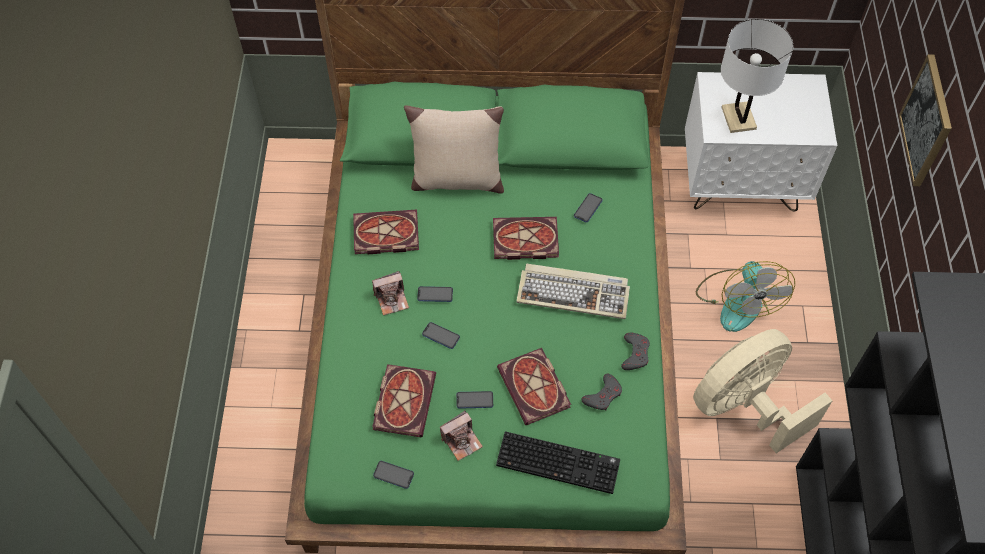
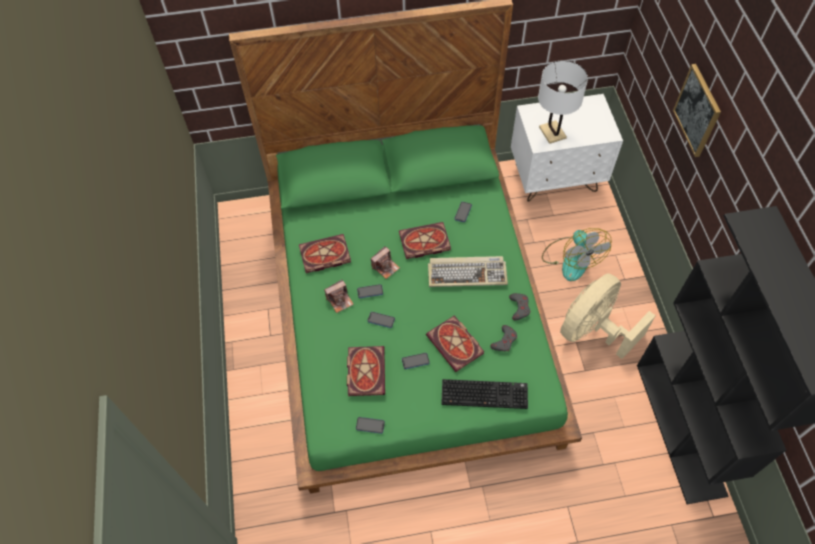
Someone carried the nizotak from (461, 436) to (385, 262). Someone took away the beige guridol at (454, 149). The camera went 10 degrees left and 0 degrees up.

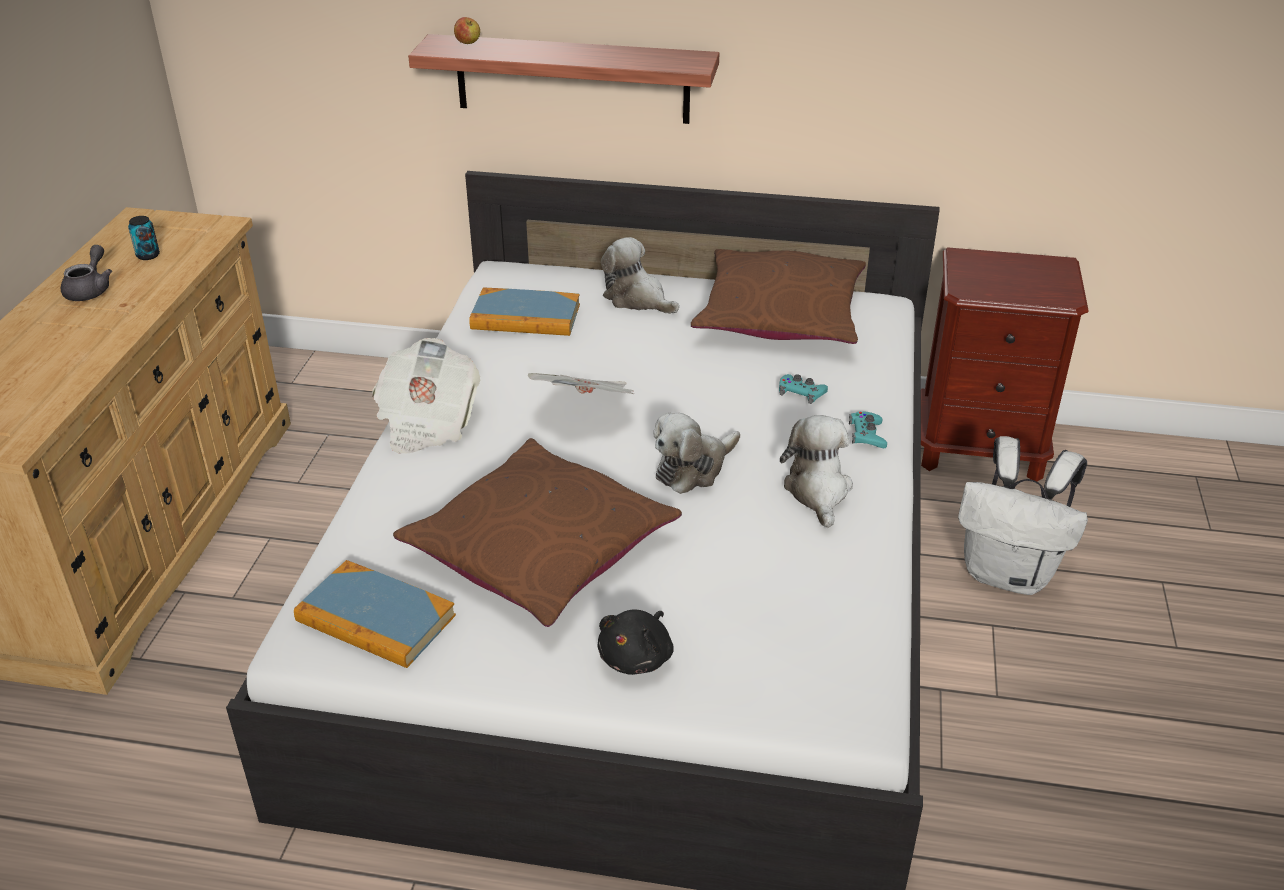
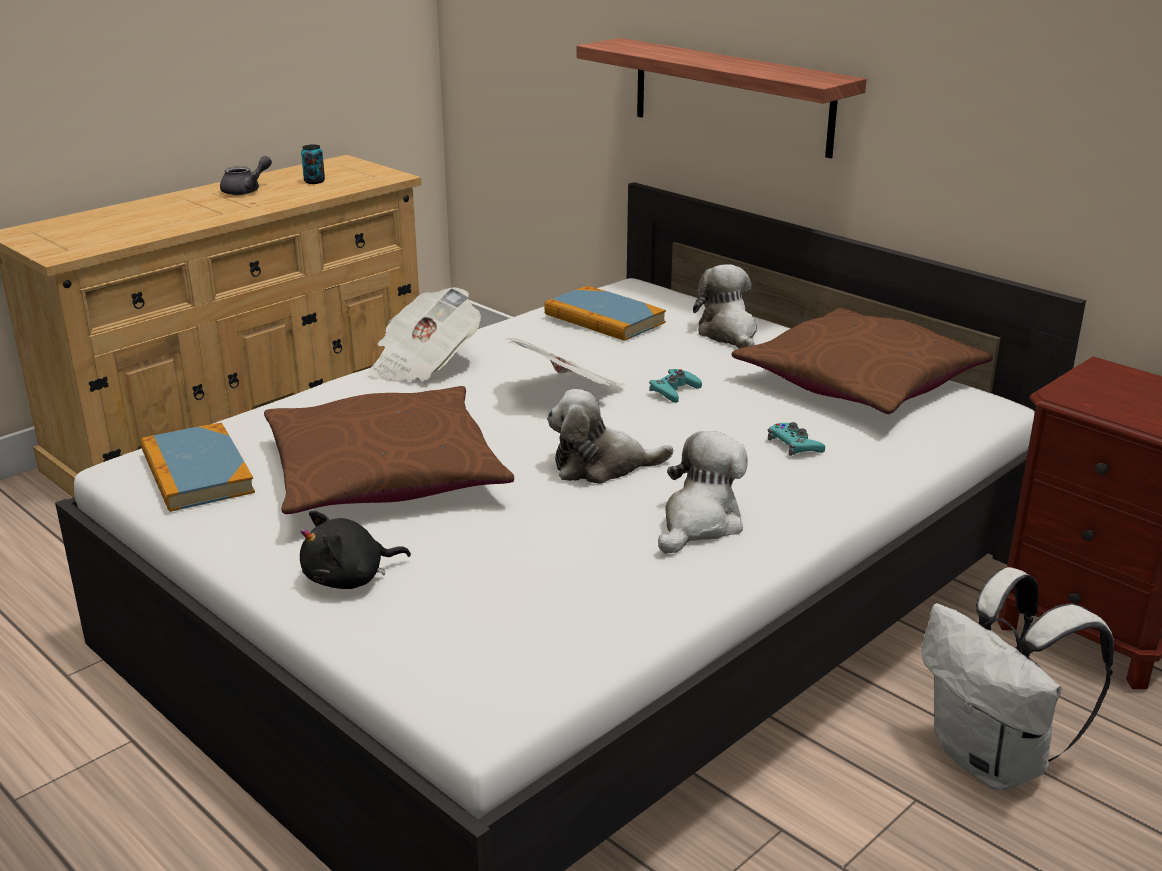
Someone carried the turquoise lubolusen from (868, 430) to (675, 386). Someone took away the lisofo at (467, 30). The camera went 35 degrees right and 10 degrees down.

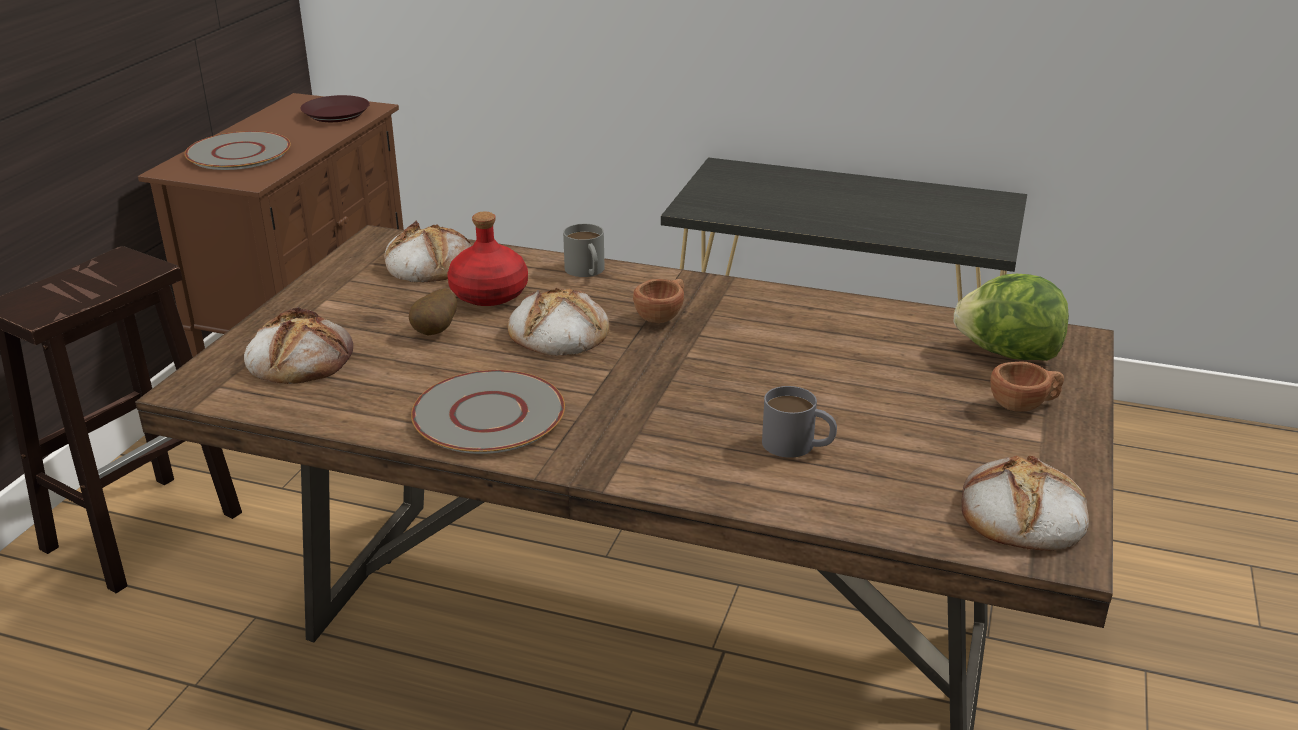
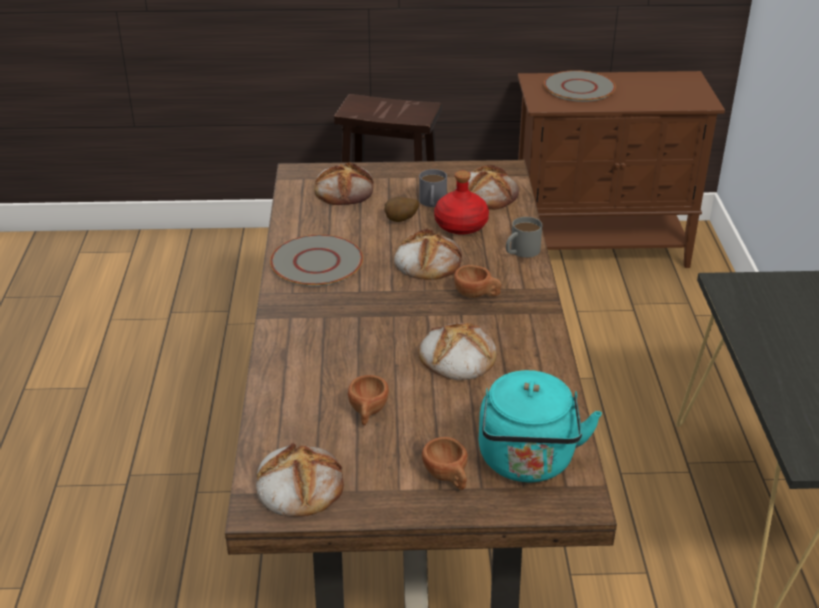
Someone put down the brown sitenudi at (368, 400). Someone carried the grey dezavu from (799, 422) to (433, 188). Someone put down the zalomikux at (458, 351). Someone swapped the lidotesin at (1011, 317) for the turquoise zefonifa at (540, 426). Someone took away the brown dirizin at (335, 108). The camera went 70 degrees right and 5 degrees up.

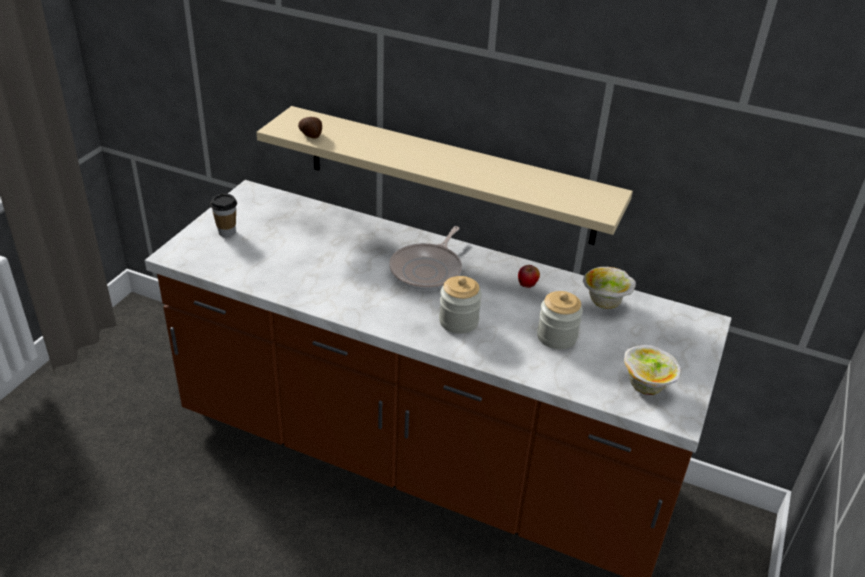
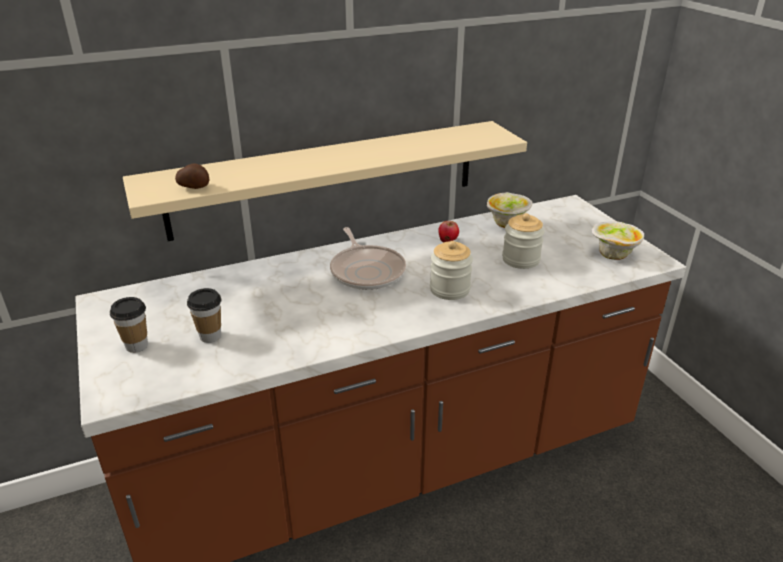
Someone put down the sitenudi at (204, 315). The camera went 45 degrees left and 5 degrees down.

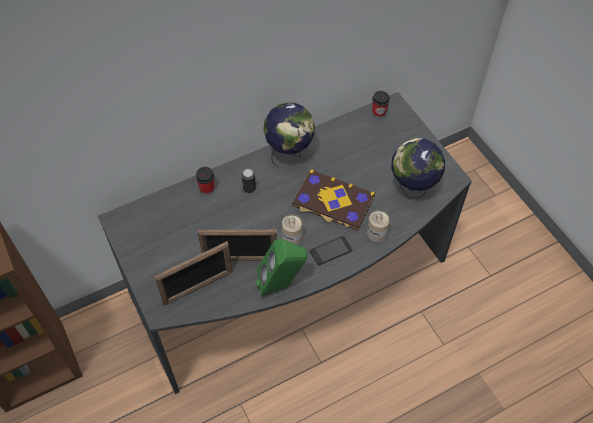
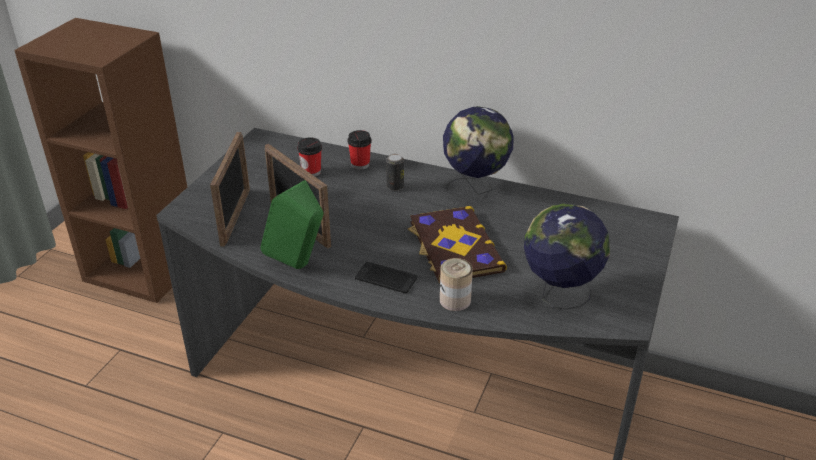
Someone rotated the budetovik at (193, 273) by 105 degrees counterclockwise. Someone carried the sitenudi from (381, 104) to (309, 157). Someone took away the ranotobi at (292, 229). The camera went 50 degrees right and 20 degrees down.

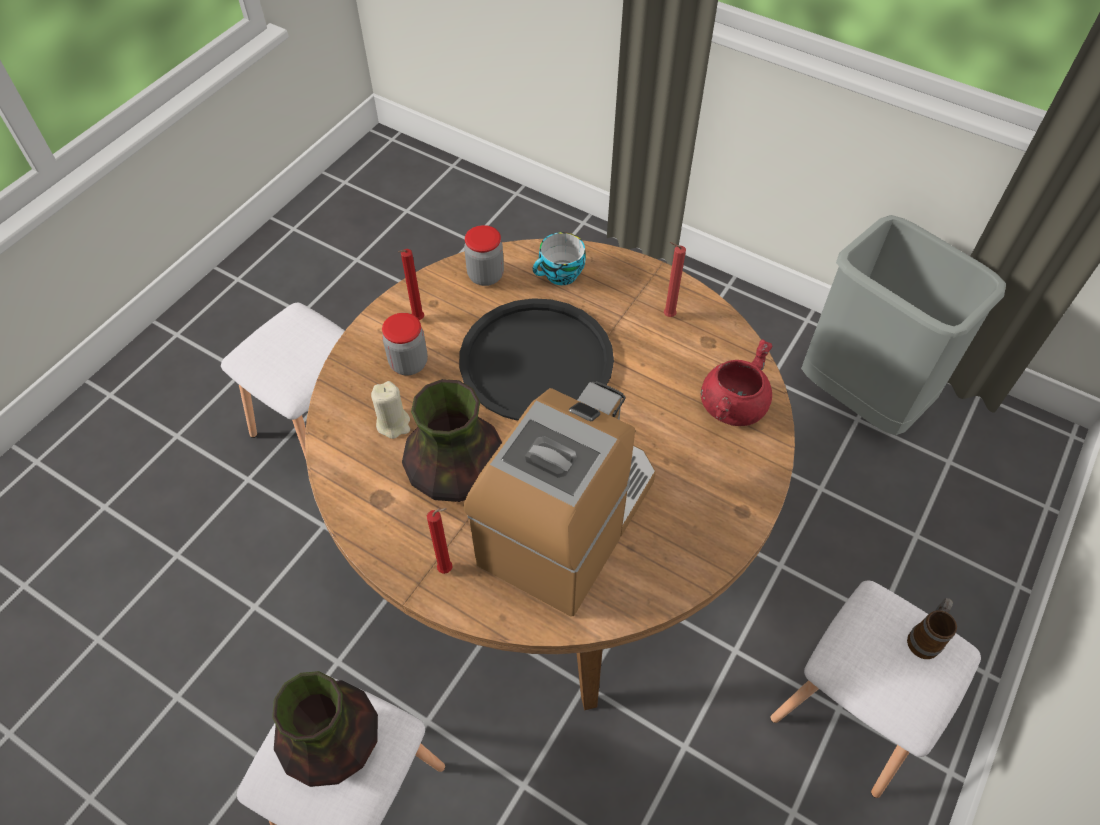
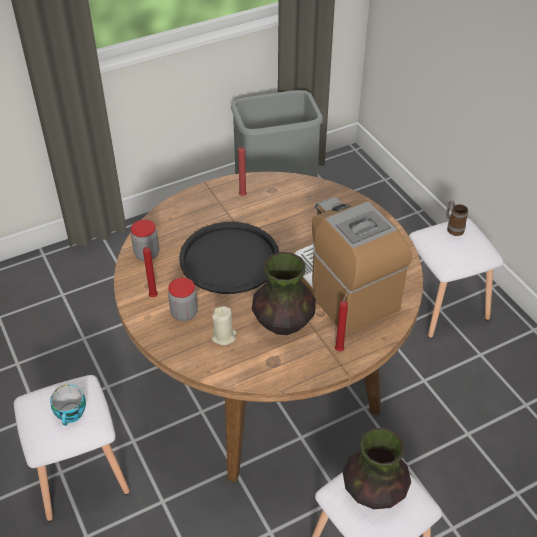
Someone carried the sitenudi from (559, 258) to (68, 405). Someone took away the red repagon at (737, 382). The camera went 60 degrees left and 10 degrees down.

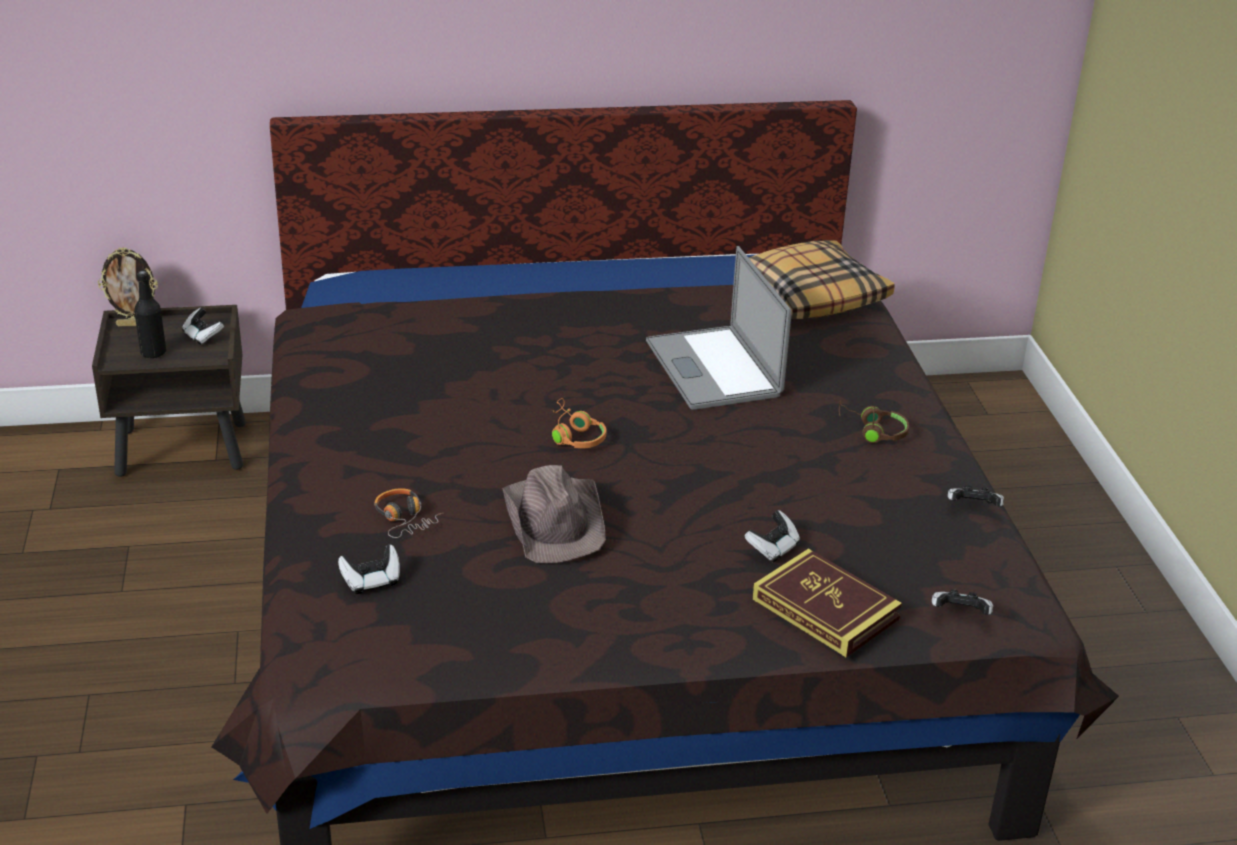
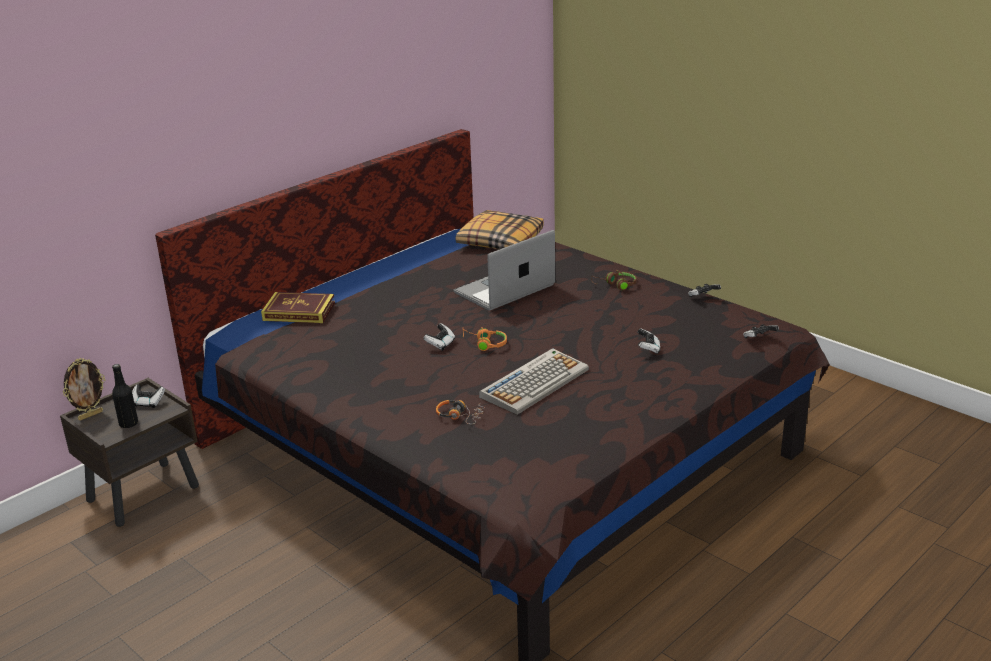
Someone carried the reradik from (827, 603) to (298, 307). Someone carried the lubolusen from (369, 569) to (439, 337). Someone rotated the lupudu at (719, 328) by 105 degrees clockwise. Someone swapped the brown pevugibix at (554, 514) for the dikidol at (534, 381). The camera went 35 degrees left and 5 degrees down.

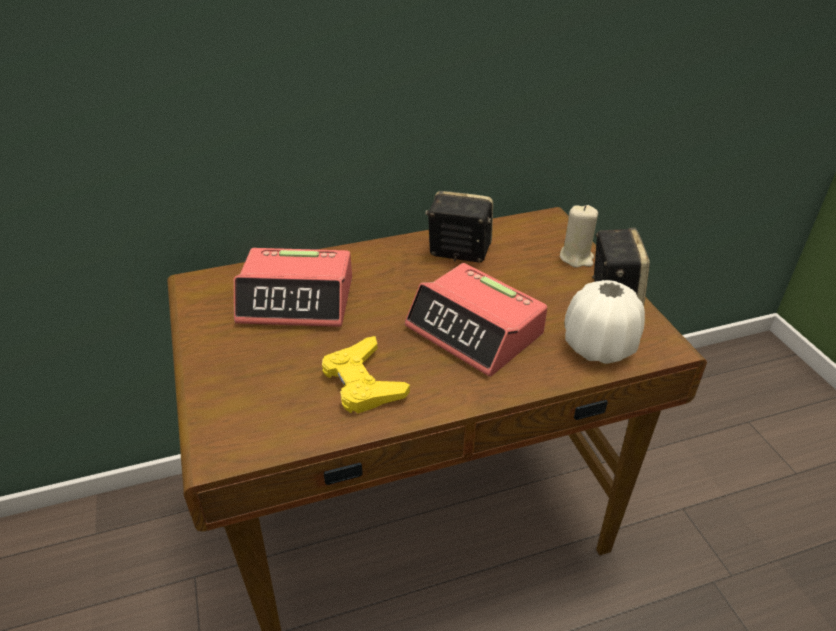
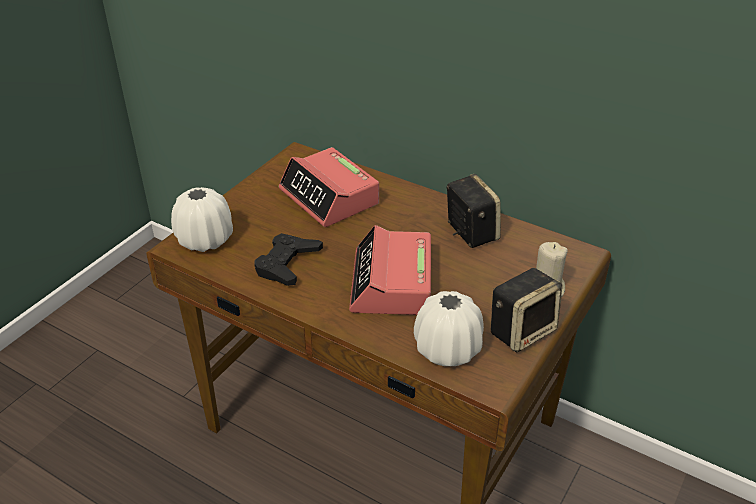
Someone put down the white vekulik at (202, 219). Someone repainted the yellow lubolusen at (366, 374), which became the black lubolusen at (288, 259). The camera went 50 degrees right and 0 degrees up.

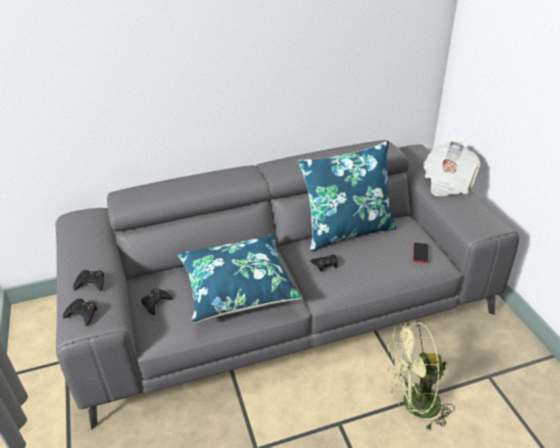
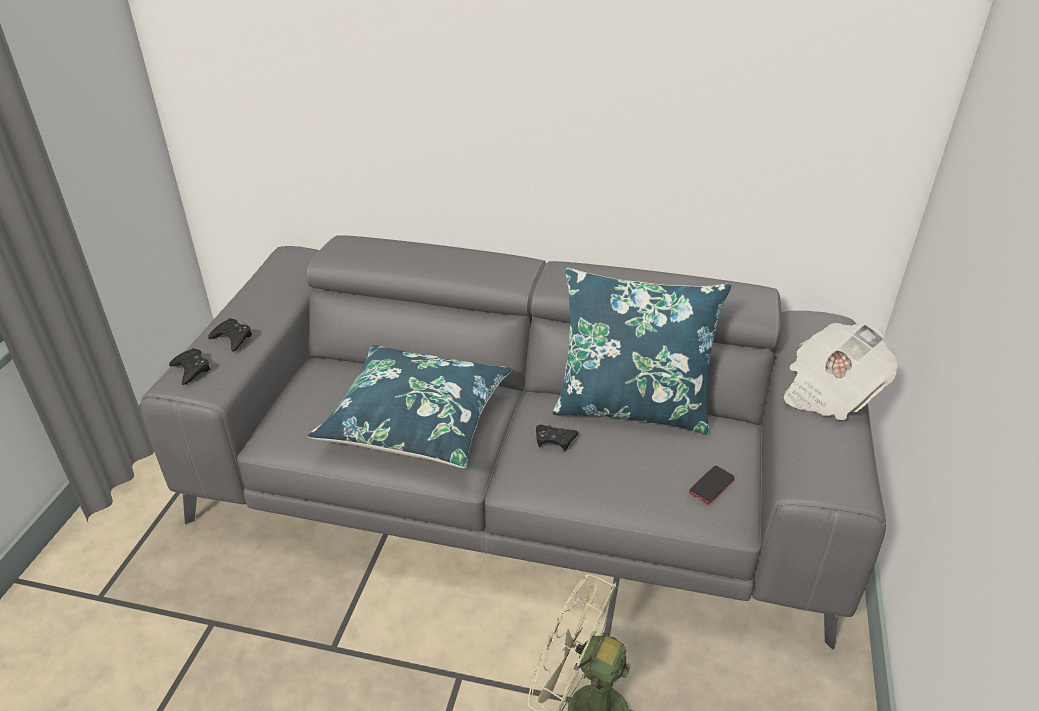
Someone took away the black lubolusen at (157, 302). The camera went 30 degrees right and 0 degrees up.

